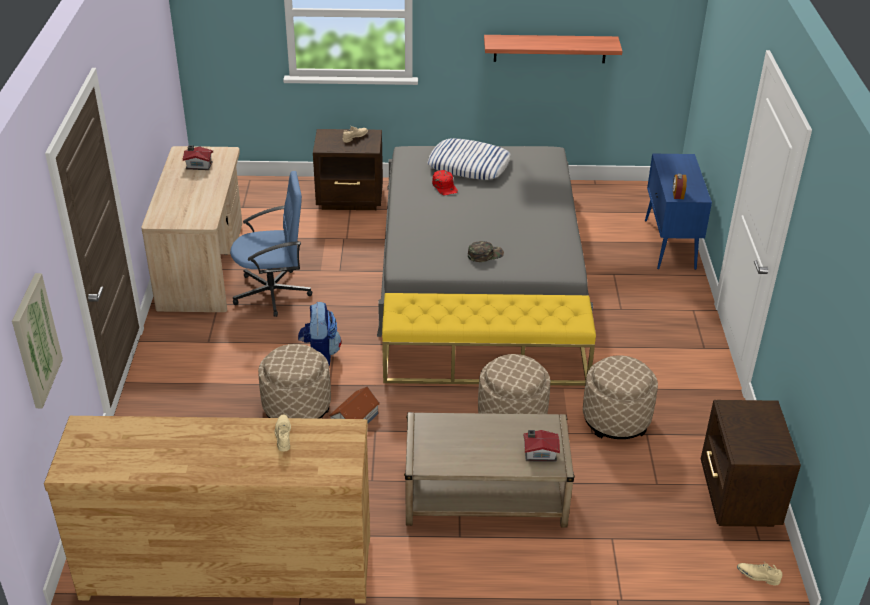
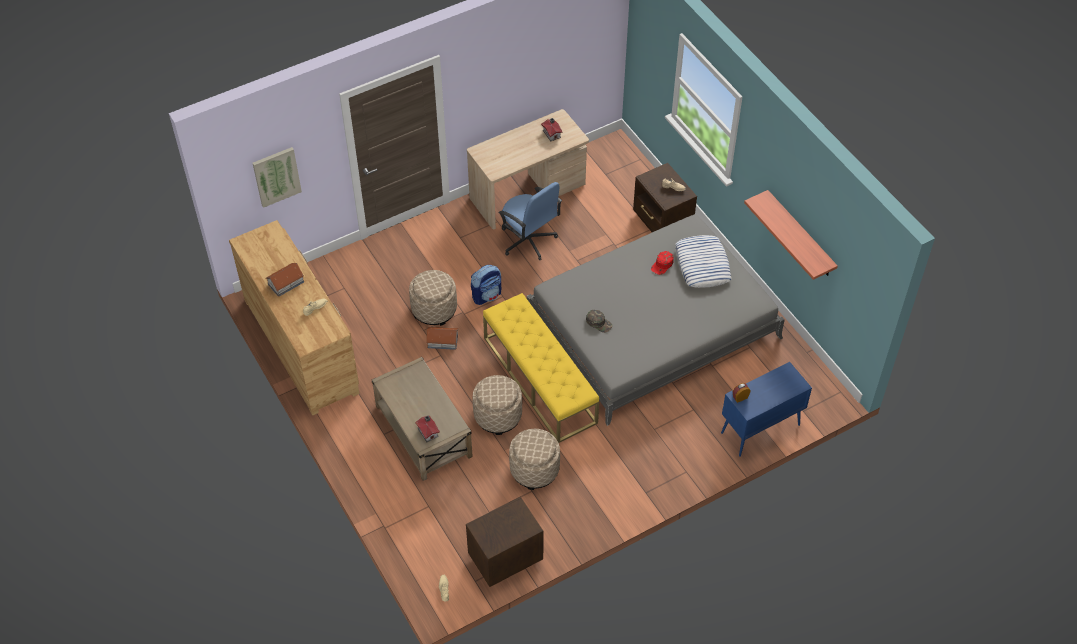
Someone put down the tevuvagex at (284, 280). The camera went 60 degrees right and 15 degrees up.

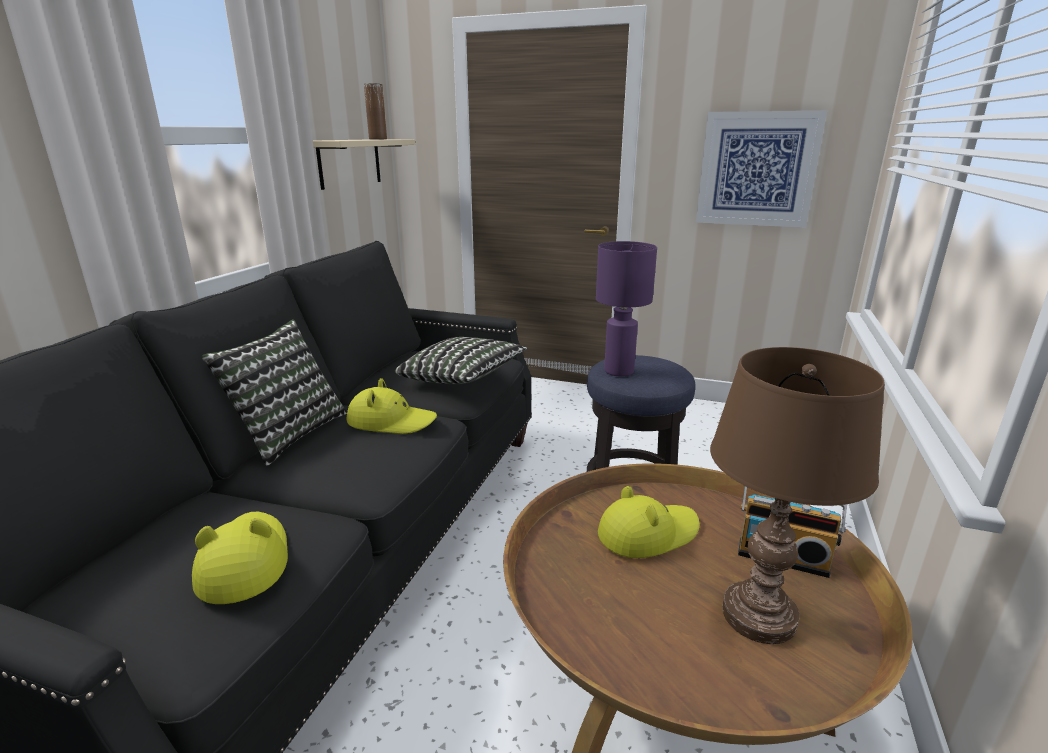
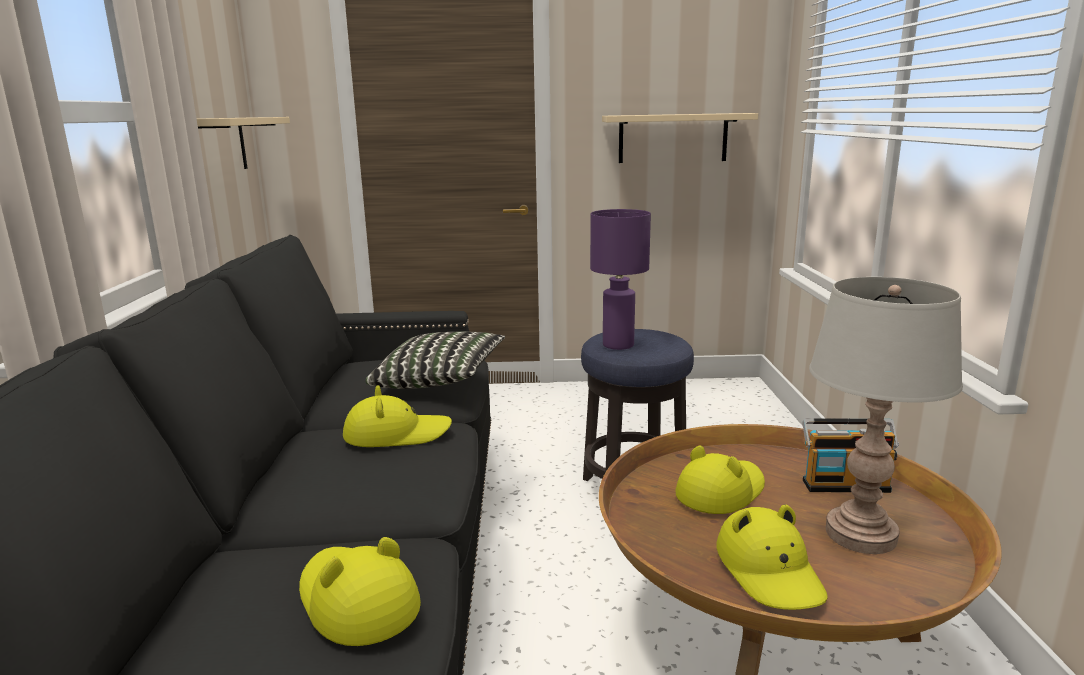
Someone swapped the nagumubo at (761, 169) for the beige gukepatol at (680, 138). Someone put down the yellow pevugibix at (772, 557). Someone repainted the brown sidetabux at (797, 495), which became the grey sidetabux at (886, 415). Someone took away the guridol at (274, 392). Someone took away the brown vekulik at (375, 111). The camera went 20 degrees left and 5 degrees down.

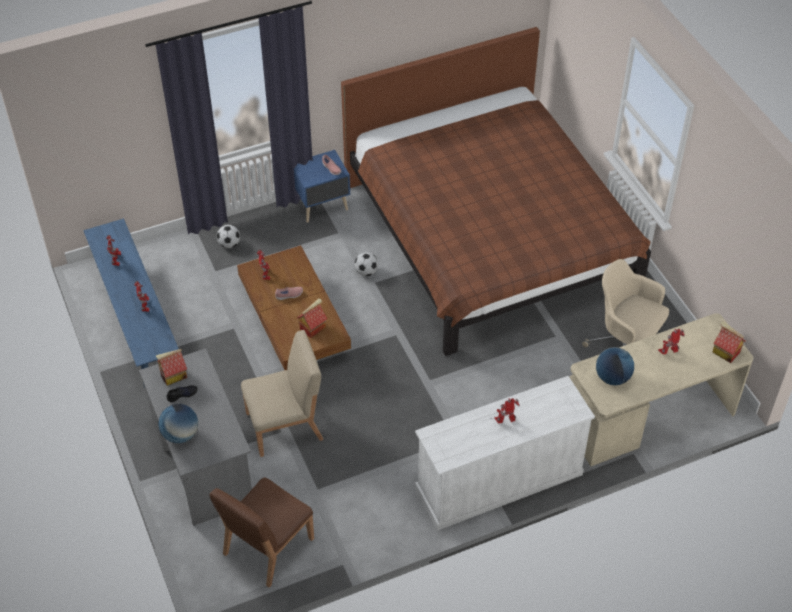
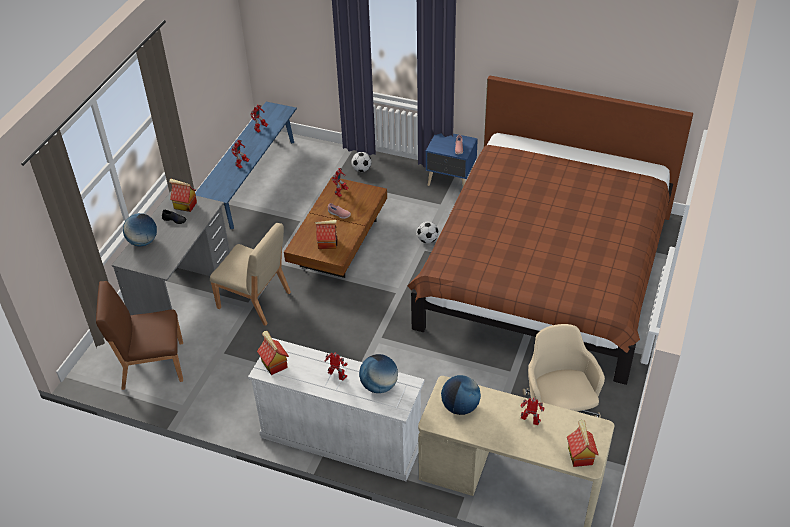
Someone put down the tevuvagex at (273, 353). Someone put down the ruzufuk at (378, 373). The camera went 45 degrees right and 5 degrees down.

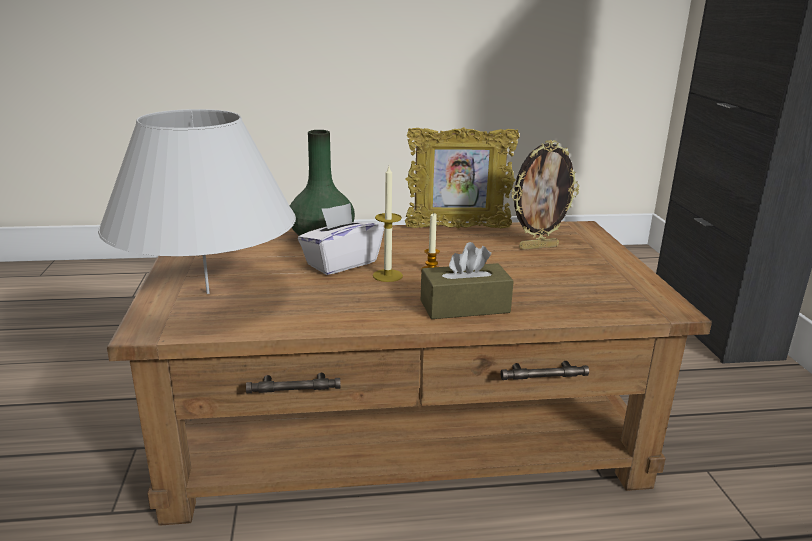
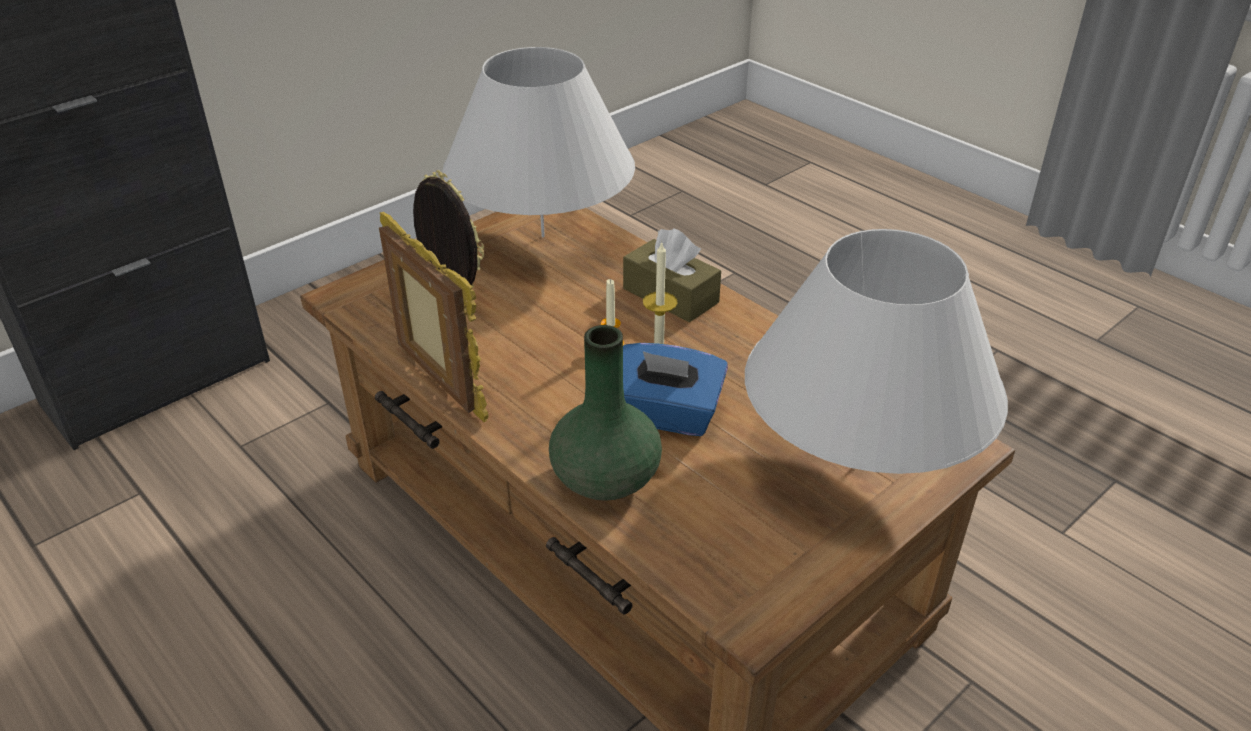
Someone put down the white sidetabux at (538, 142). Someone repainted the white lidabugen at (341, 239), which became the blue lidabugen at (675, 389). The camera went 125 degrees left and 15 degrees up.

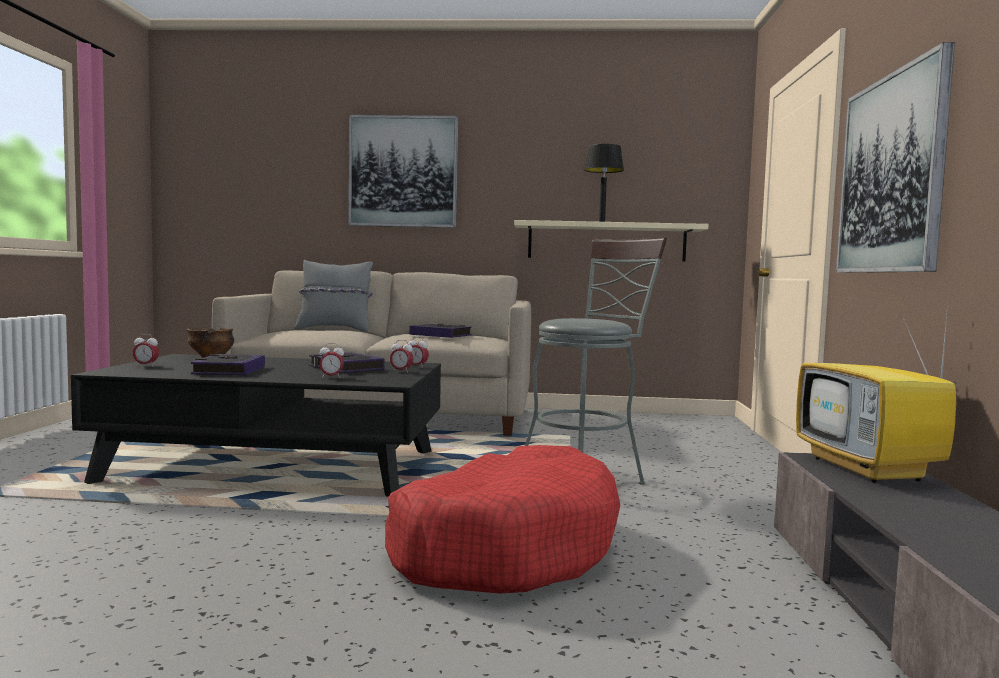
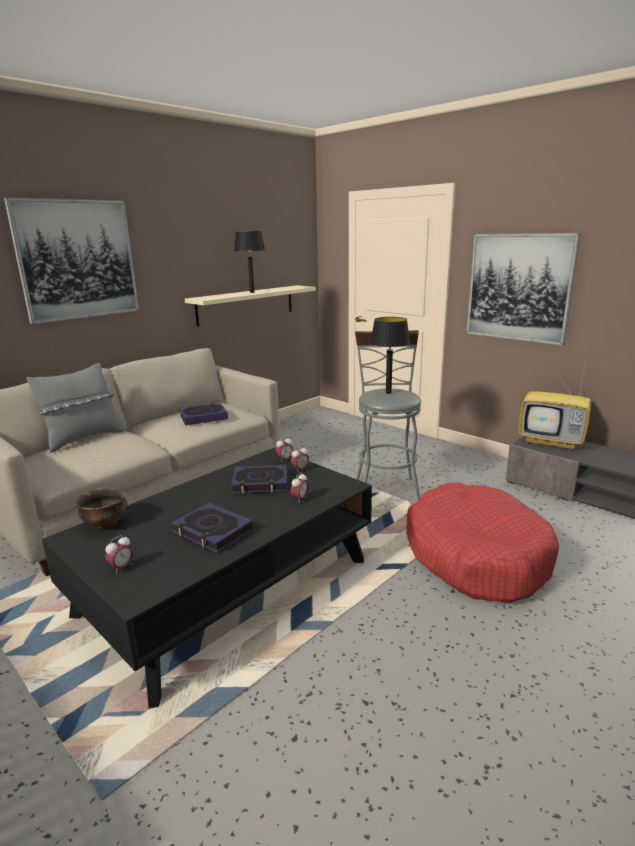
Someone put down the black sidetabux at (390, 355). The camera went 50 degrees left and 15 degrees up.

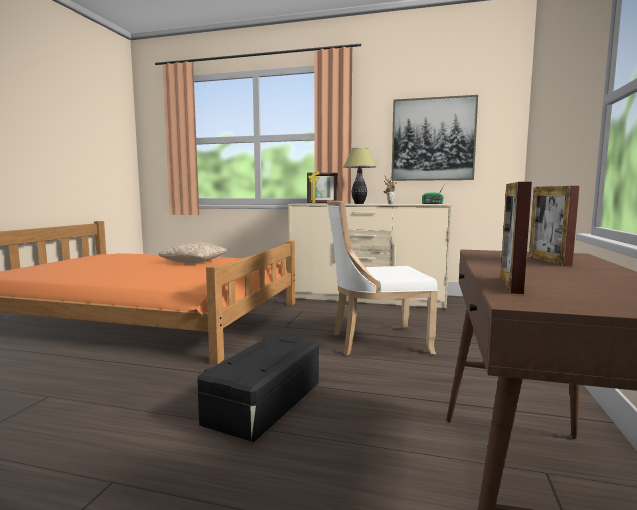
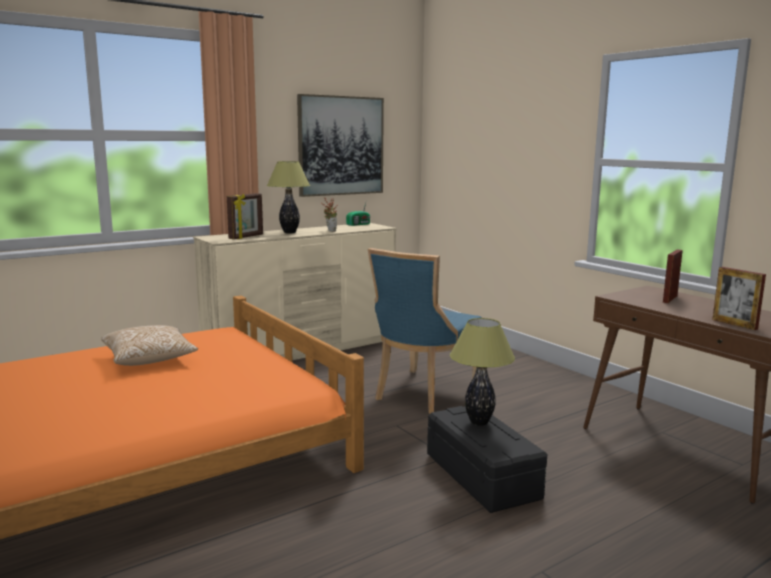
Someone repainted the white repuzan at (382, 277), which became the blue repuzan at (425, 331). Someone put down the sidetabux at (482, 372). Someone rotated the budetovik at (554, 226) by 90 degrees clockwise. The camera went 50 degrees left and 5 degrees up.

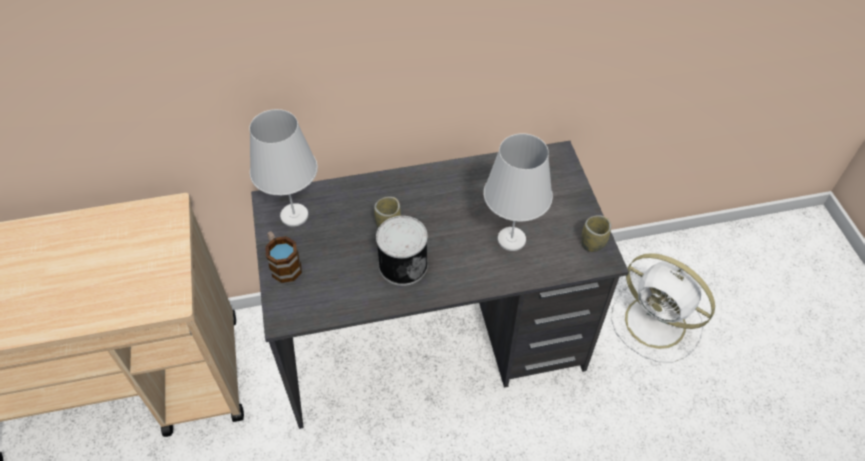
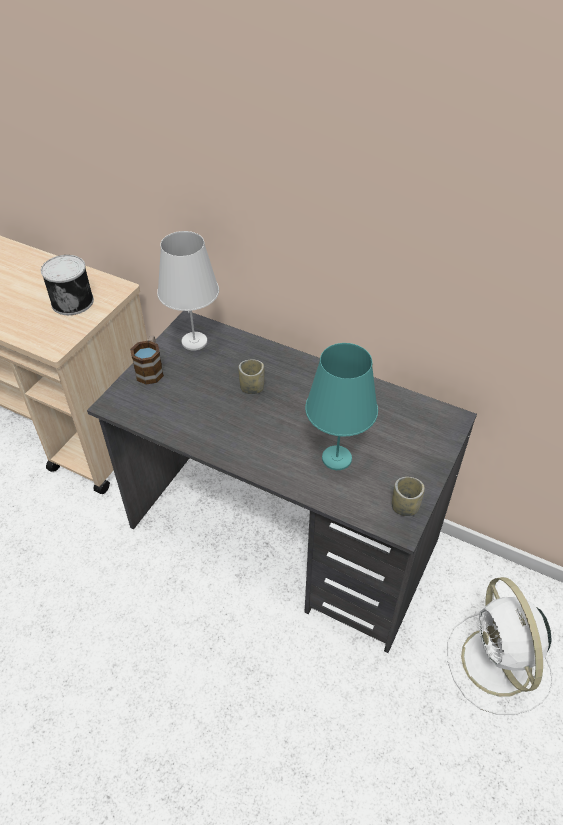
Someone carried the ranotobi from (402, 251) to (67, 285). Someone repainted the white sidetabux at (518, 192), which became the turquoise sidetabux at (341, 406). The camera went 40 degrees right and 5 degrees down.

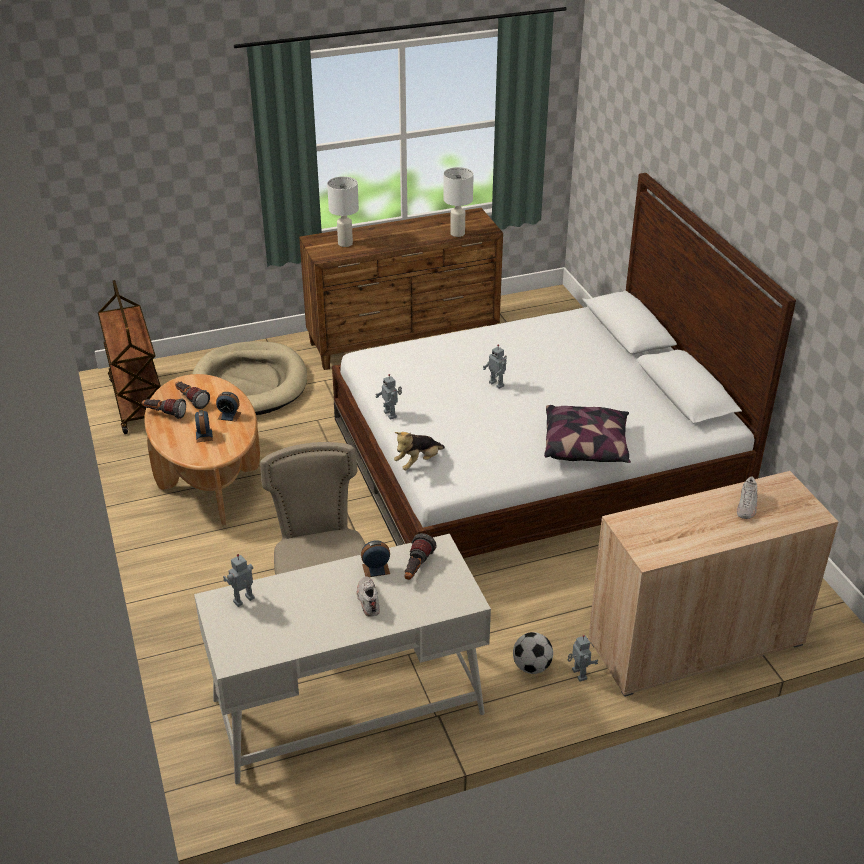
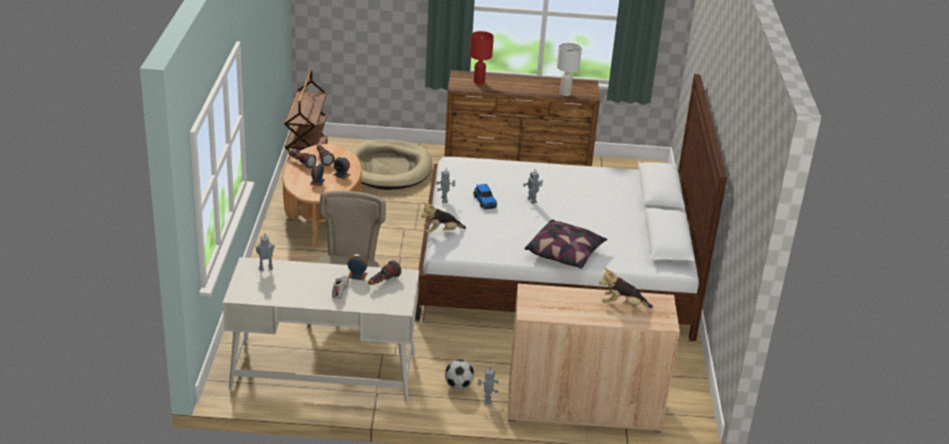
Someone repainted the white sidetabux at (343, 211), which became the red sidetabux at (482, 57). Someone put down the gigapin at (485, 196). Someone swapped the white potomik at (747, 497) for the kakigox at (626, 288). The camera went 20 degrees right and 5 degrees down.

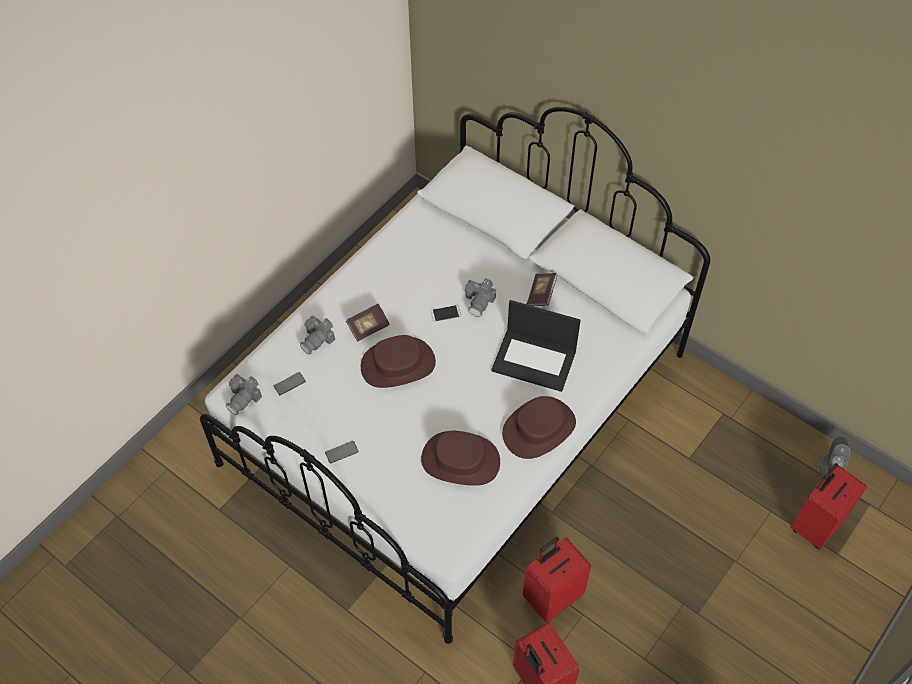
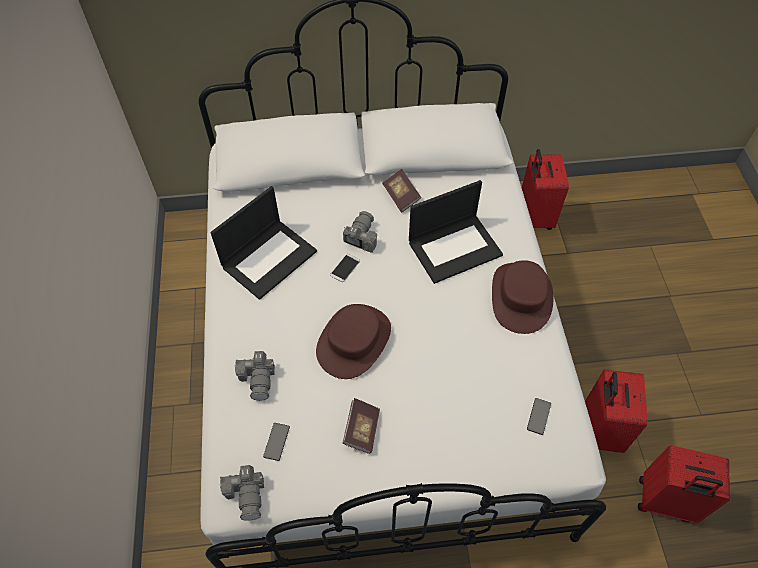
Someone put down the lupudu at (263, 243). Someone rotated the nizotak at (480, 297) by 135 degrees counterclockwise. Someone carried the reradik from (368, 322) to (361, 426). Someone carried the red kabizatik from (829, 506) to (545, 189). Someone carried the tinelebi from (342, 452) to (539, 416). Someone took away the brown pevugibix at (460, 458). Someone took away the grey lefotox at (835, 457). The camera went 45 degrees left and 0 degrees up.

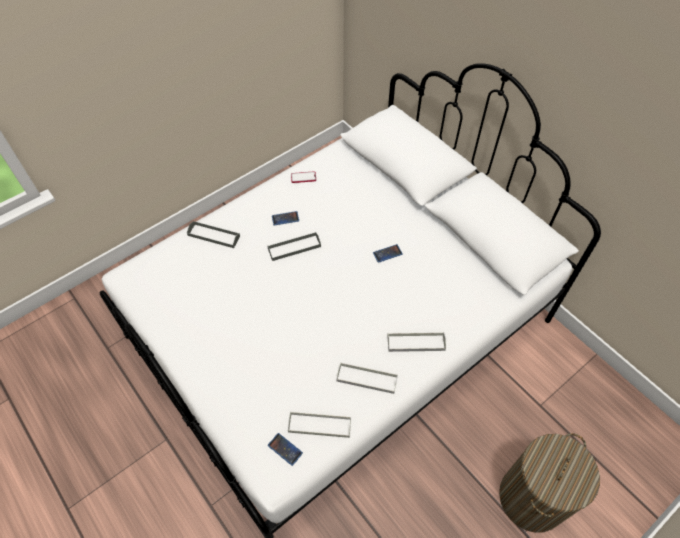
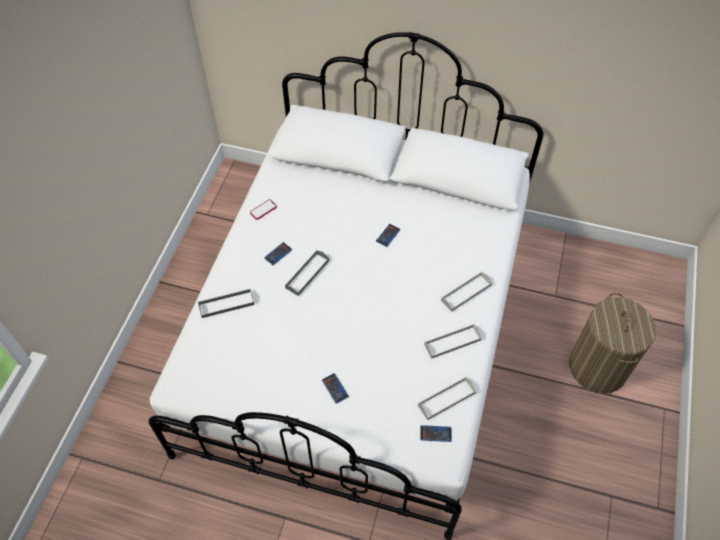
Someone put down the tinelebi at (335, 388). The camera went 35 degrees left and 0 degrees up.

